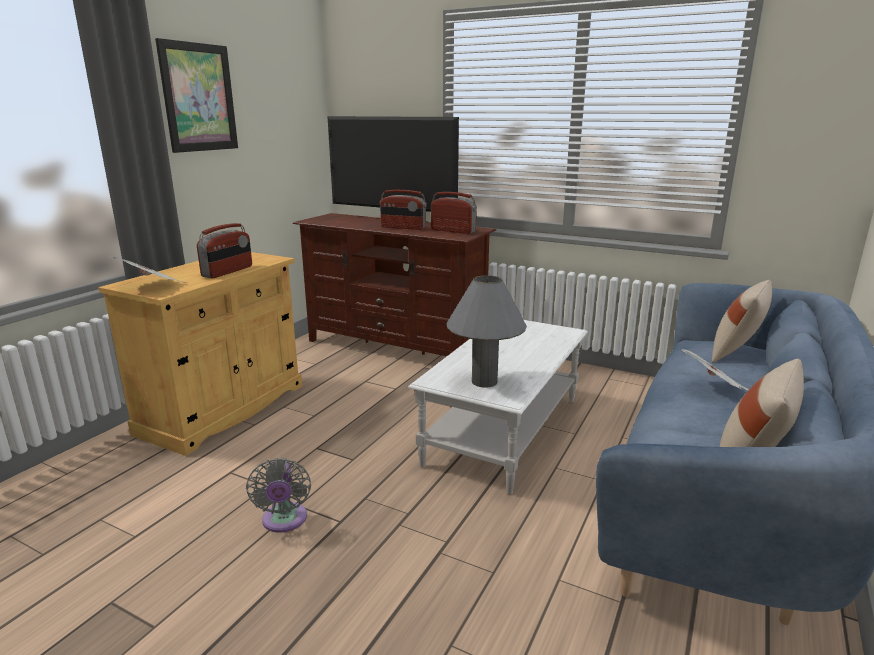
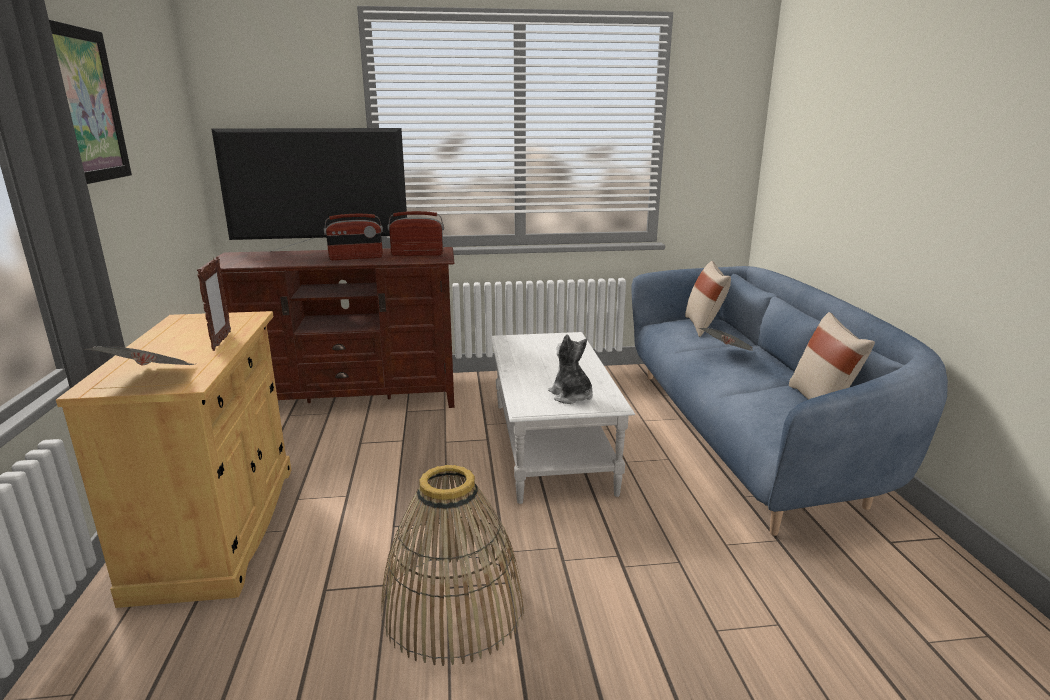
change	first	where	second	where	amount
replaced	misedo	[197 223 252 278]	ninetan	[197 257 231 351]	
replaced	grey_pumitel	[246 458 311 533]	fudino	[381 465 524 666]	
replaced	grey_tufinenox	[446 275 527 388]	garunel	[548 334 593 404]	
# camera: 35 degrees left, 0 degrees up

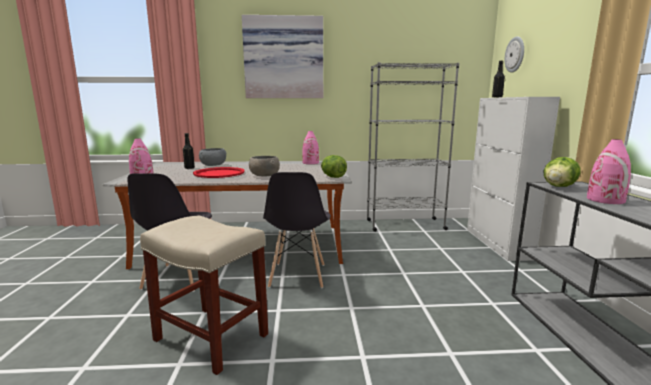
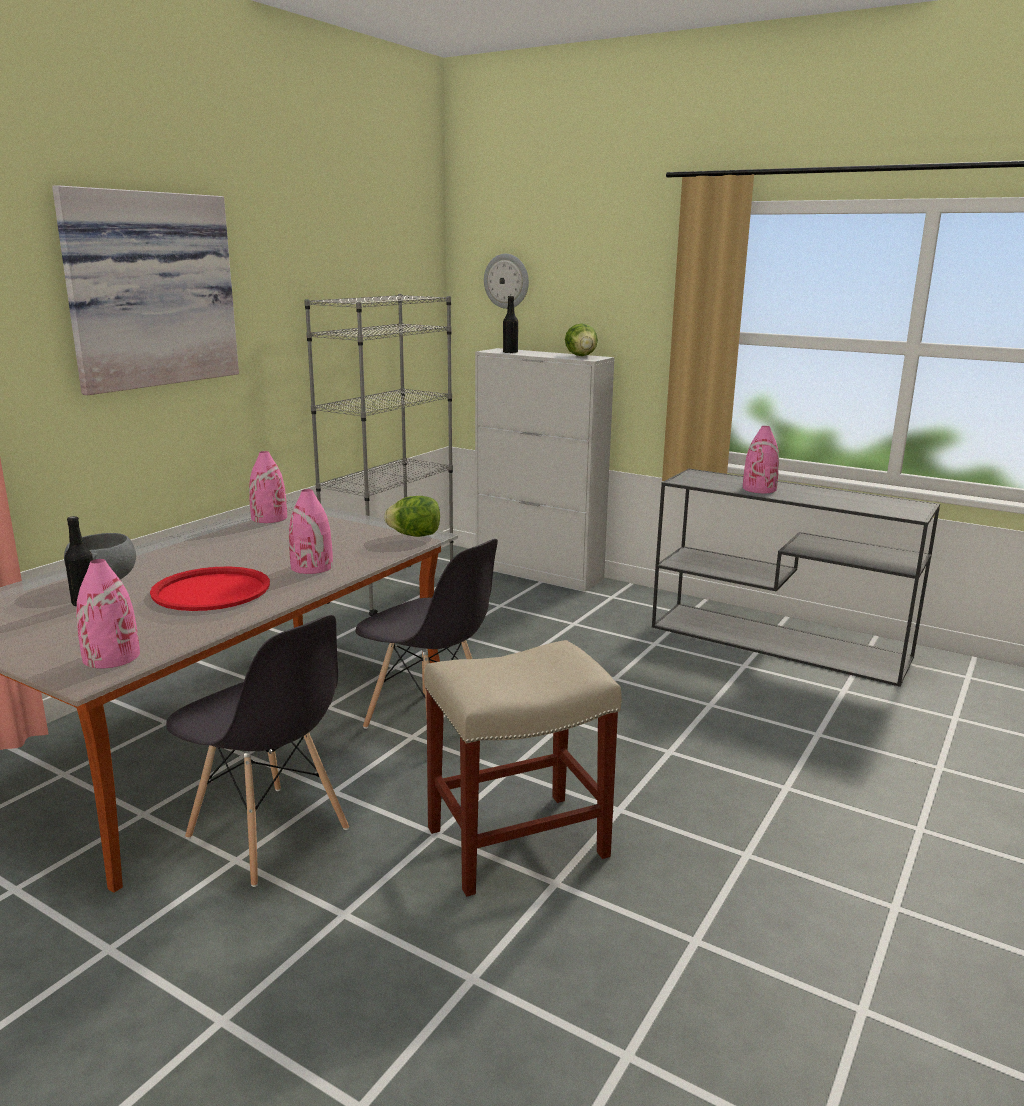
change	first	where	second	where	amount
replaced	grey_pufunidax	[249 156 280 177]	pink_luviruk	[289 489 333 574]	
moved	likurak	[544 157 581 187]		[565 323 598 356]	
# camera: 55 degrees left, 5 degrees up

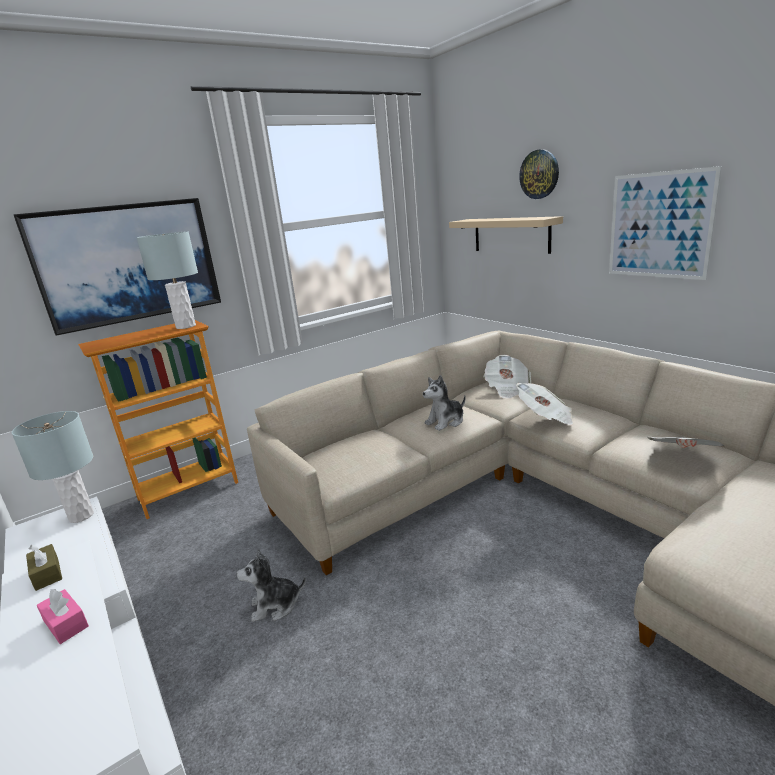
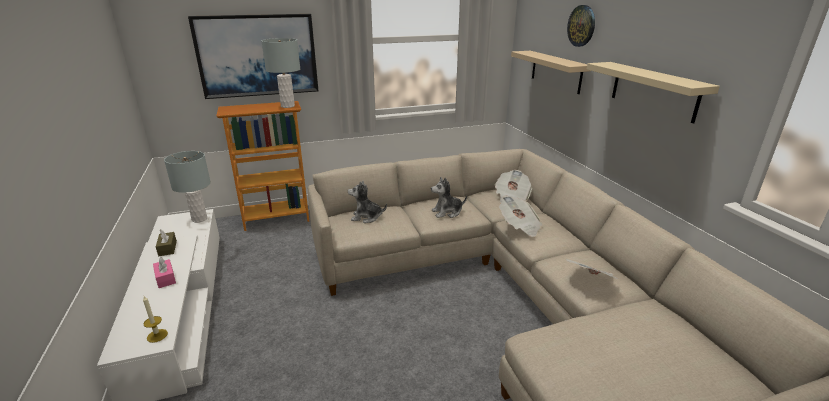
change	first	where	second	where	amount
added			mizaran	[143 296 168 343]	
moved	garunel	[237 548 306 622]		[348 181 387 223]	
replaced	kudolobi	[609 166 722 280]	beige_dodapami	[587 62 720 124]	
# camera: 15 degrees right, 5 degrees up

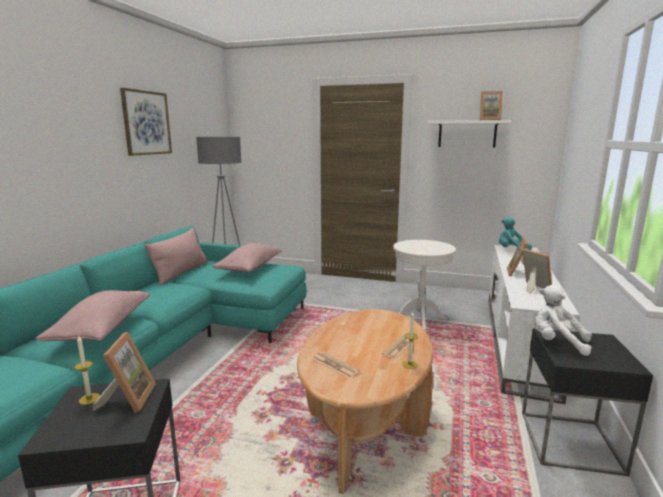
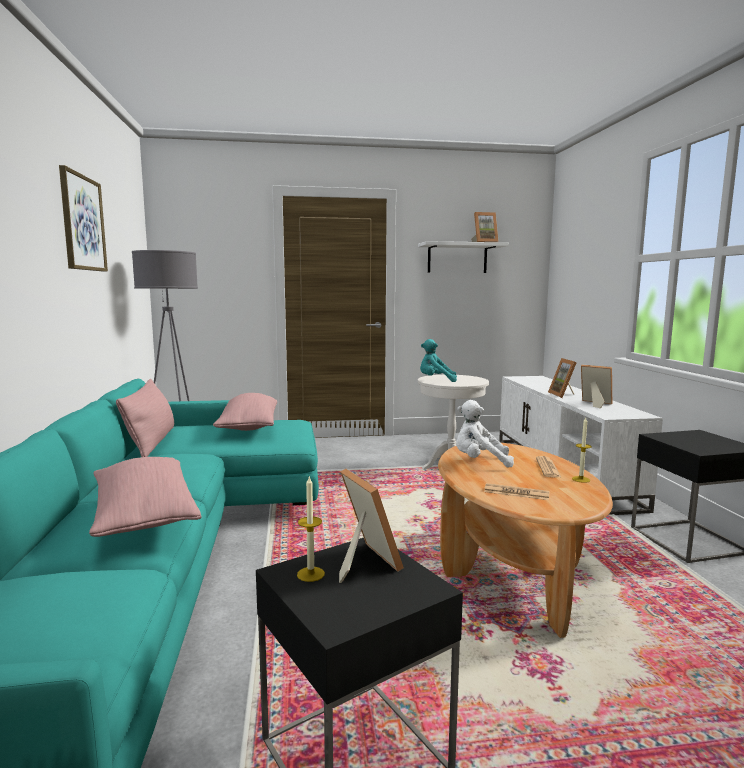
change	first	where	second	where	amount
moved	turquoise_garunel	[499 217 532 250]		[420 339 457 382]	
moved	white_garunel	[534 285 592 356]		[456 400 514 468]	
# camera: 25 degrees left, 5 degrees down

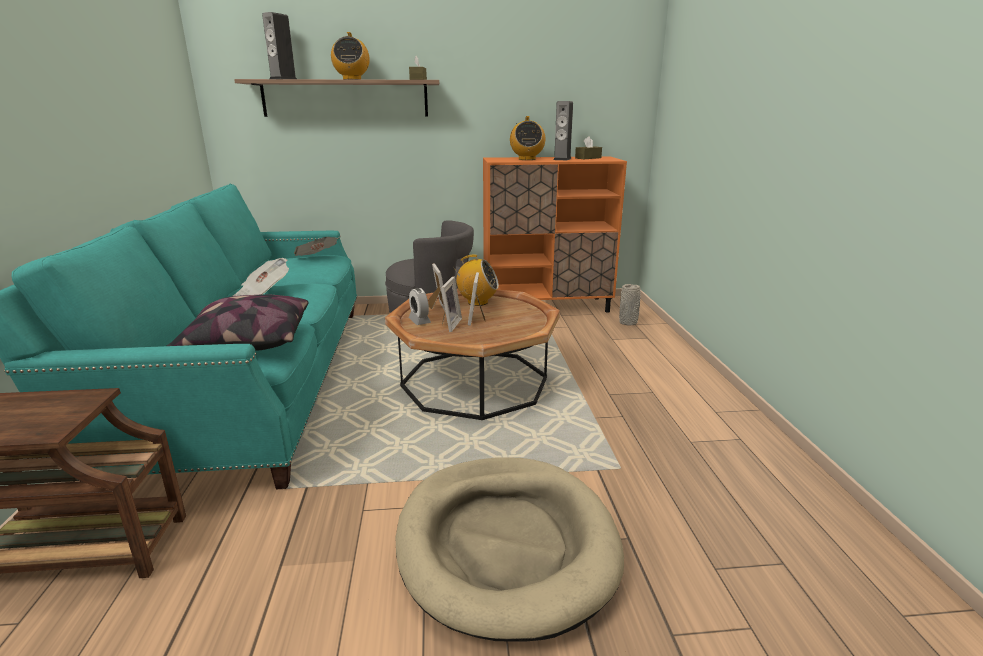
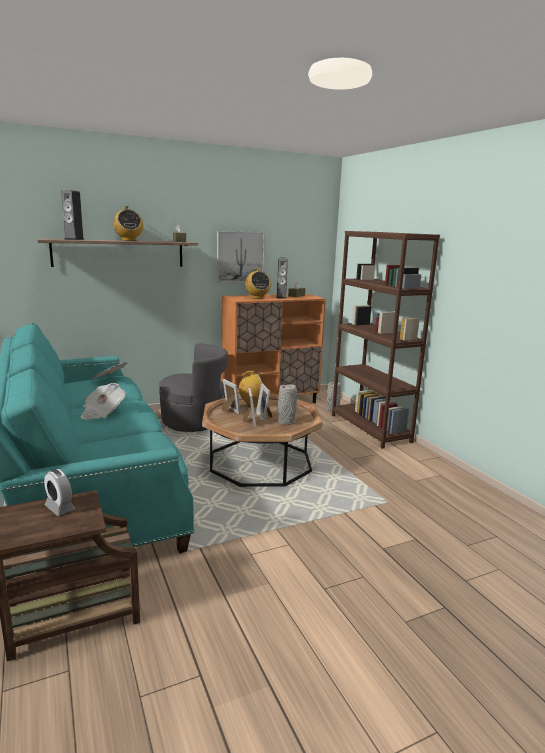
change	first	where	second	where	amount
moved	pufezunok	[408 288 431 325]		[44 469 75 516]	
added			kudolobi	[217 231 265 283]	
added			grey_luviruk	[278 384 297 425]	
added			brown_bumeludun	[332 231 440 449]	
removed	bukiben	[167 294 309 351]			
removed	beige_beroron	[395 457 624 642]			
# camera: 20 degrees left, 5 degrees down

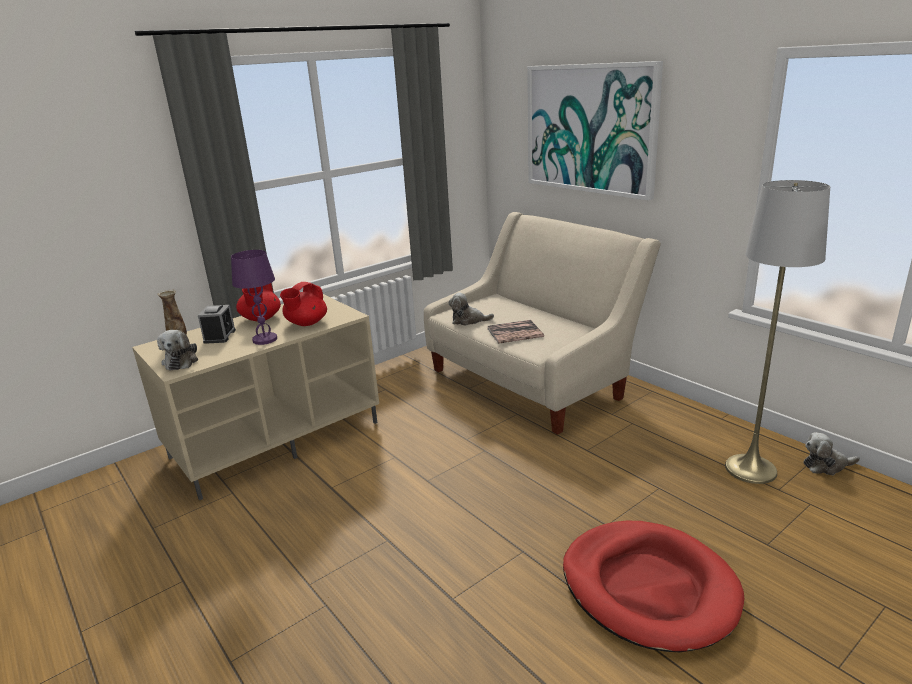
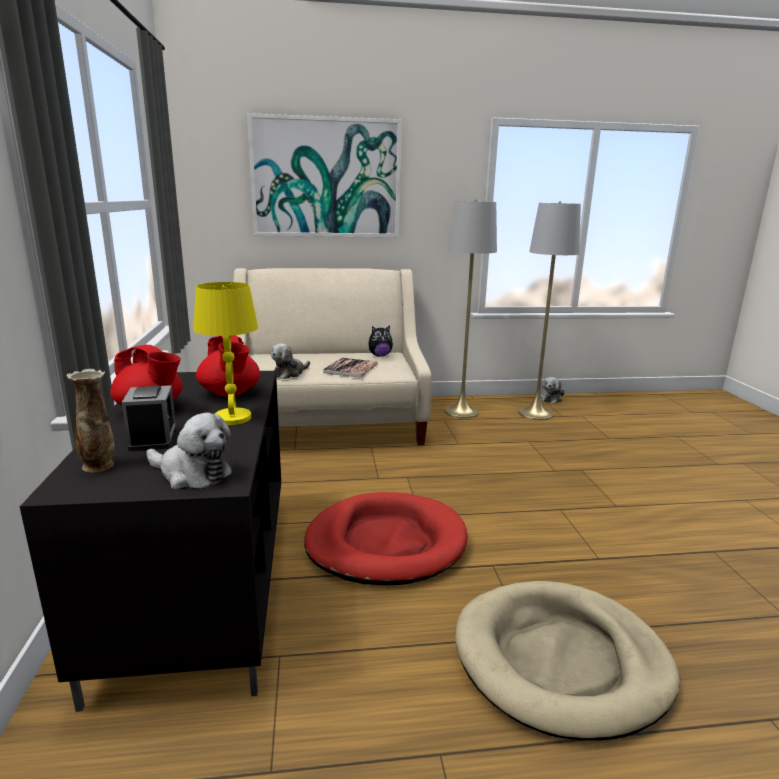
change	first	where	second	where	amount
recoloured	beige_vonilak	[132 294 379 500]	black_vonilak	[20 371 281 712]	
turned	pufezunok	[198 305 236 344]		[122 385 176 451]	45 degrees clockwise
recoloured	purple_tufinenox	[231 250 277 345]	yellow_tufinenox	[193 282 258 425]	
moved	red_beroron	[563 521 744 652]		[304 492 468 585]	
added			garunel	[368 326 393 357]	
added			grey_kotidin	[445 200 497 419]	
added			beige_beroron	[455 581 680 741]	
# camera: 60 degrees left, 5 degrees down

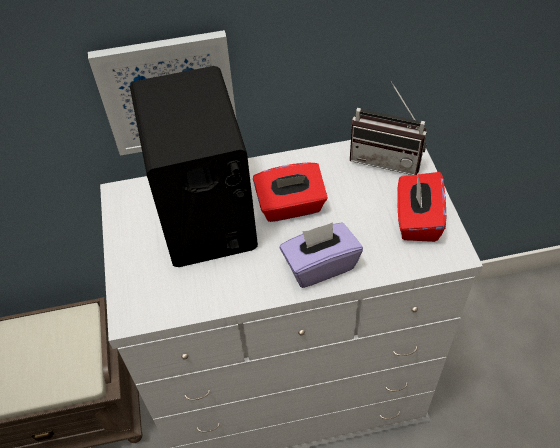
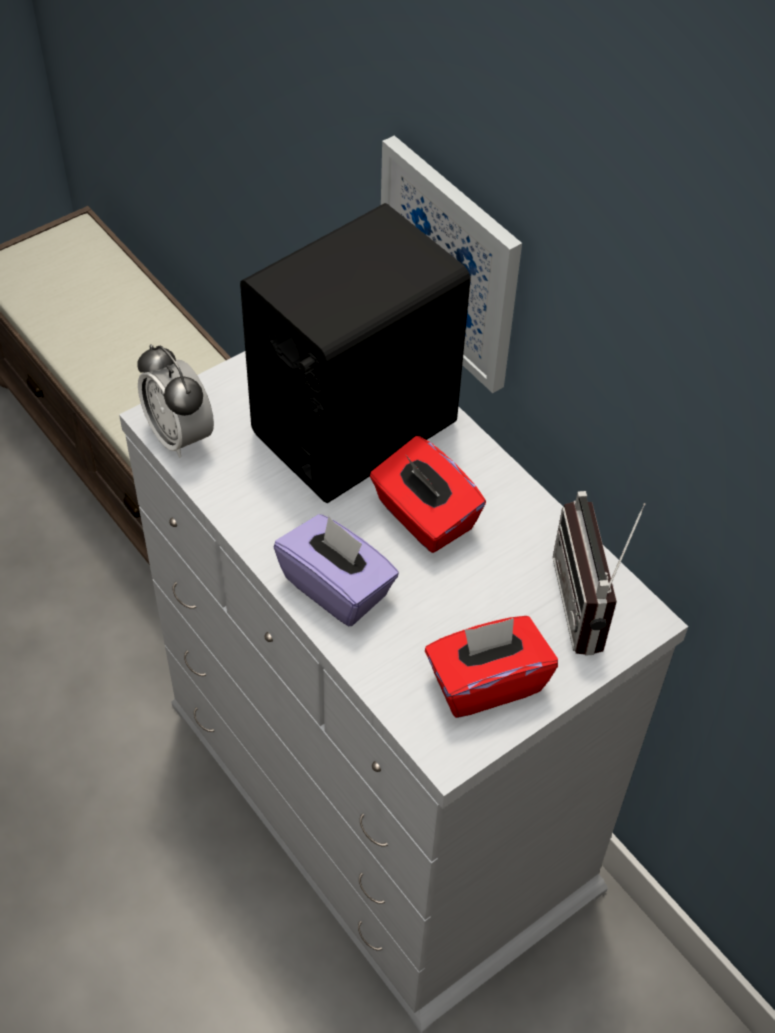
change	first	where	second	where	amount
added			pufezunok	[137 344 214 458]	
# camera: 60 degrees right, 0 degrees up

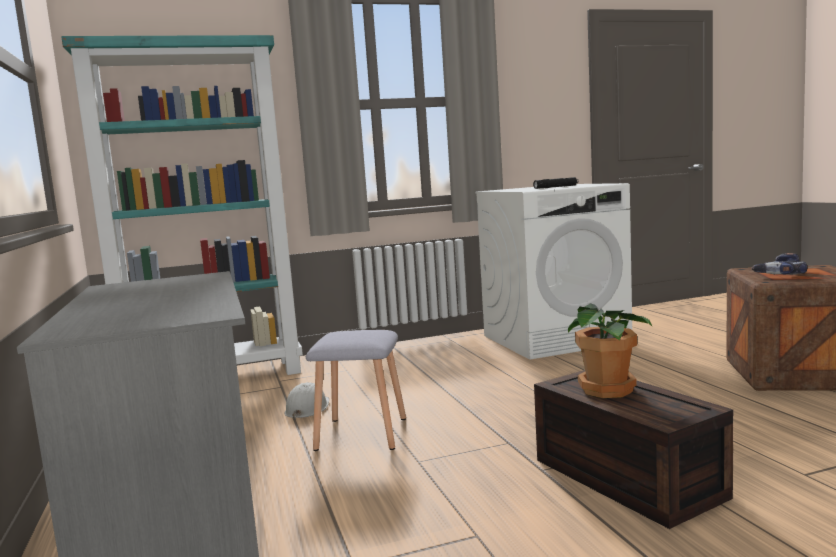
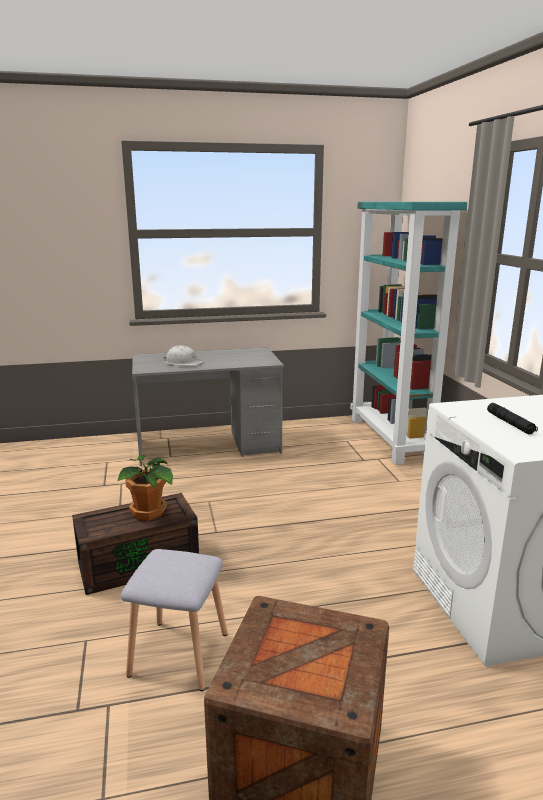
change	first	where	second	where	amount
moved	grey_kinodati	[306 330 406 451]		[121 549 228 691]	
moved	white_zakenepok	[285 382 329 420]		[163 346 203 366]	
removed	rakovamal	[752 253 807 274]			
# camera: 95 degrees right, 10 degrees up

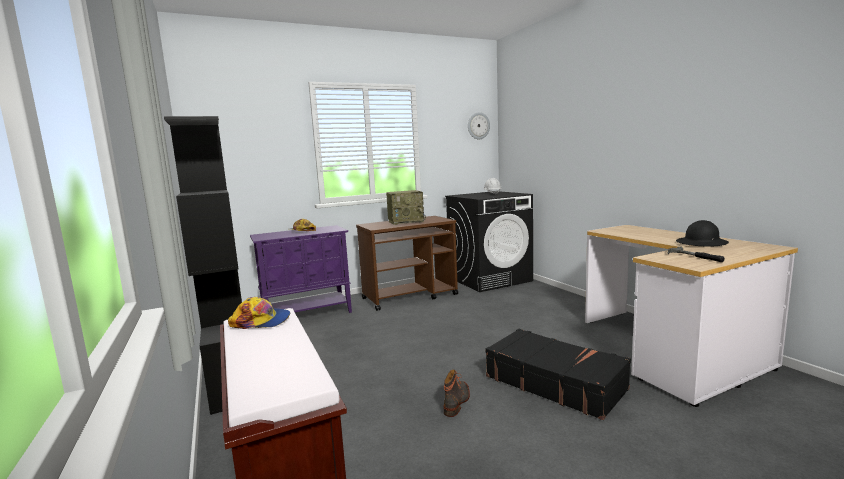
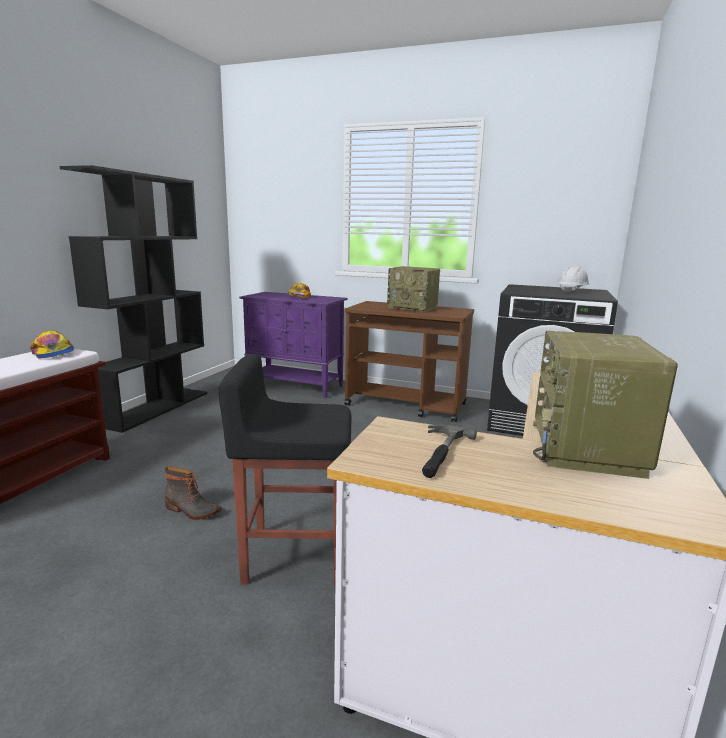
change	first	where	second	where	amount
turned	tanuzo	[444 369 470 417]		[165 467 222 520]	45 degrees clockwise
replaced	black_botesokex	[485 329 631 420]	black_kinodati	[218 354 352 586]	
replaced	black_zakenepok	[676 220 729 247]	misedo	[533 331 678 479]	
removed	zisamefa	[468 112 490 139]			
# camera: 45 degrees right, 5 degrees up

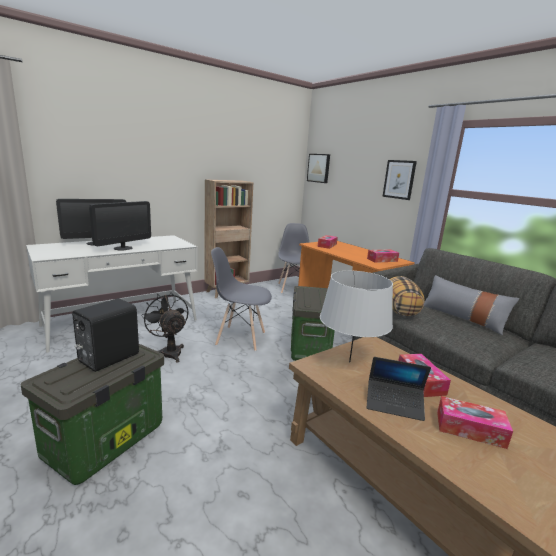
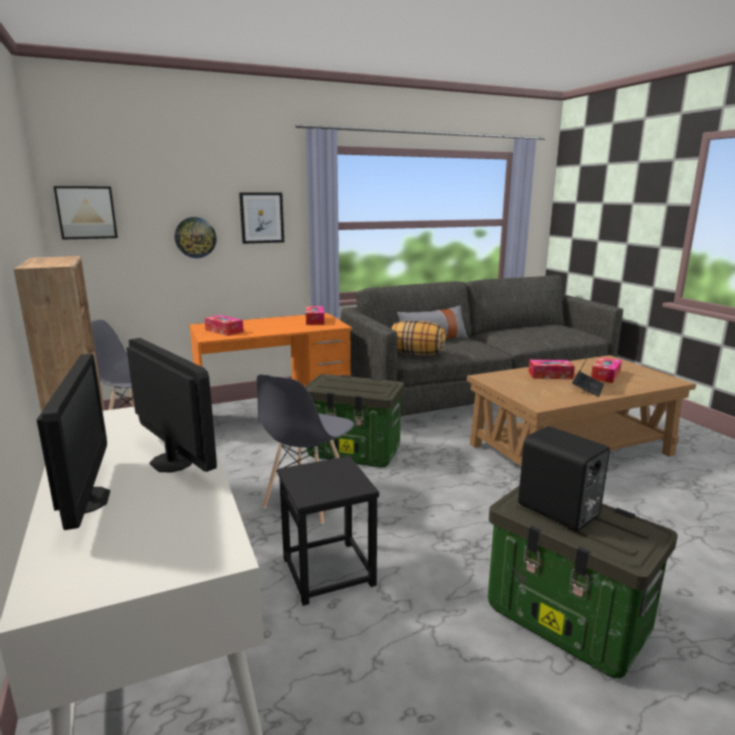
change	first	where	second	where	amount
added			zisamefa	[175 217 217 258]	
replaced	black_pumitel	[141 293 188 363]	black_kinodati	[277 456 379 606]	
removed	grey_tufinenox	[320 271 393 363]			
# camera: 75 degrees left, 0 degrees up

